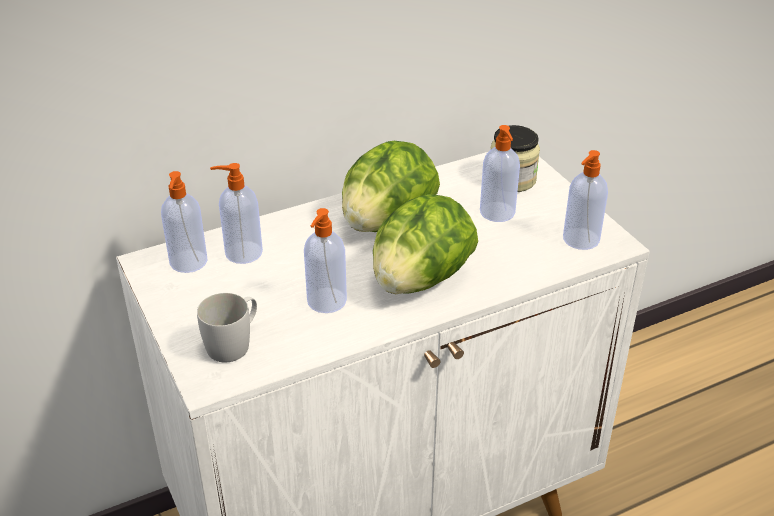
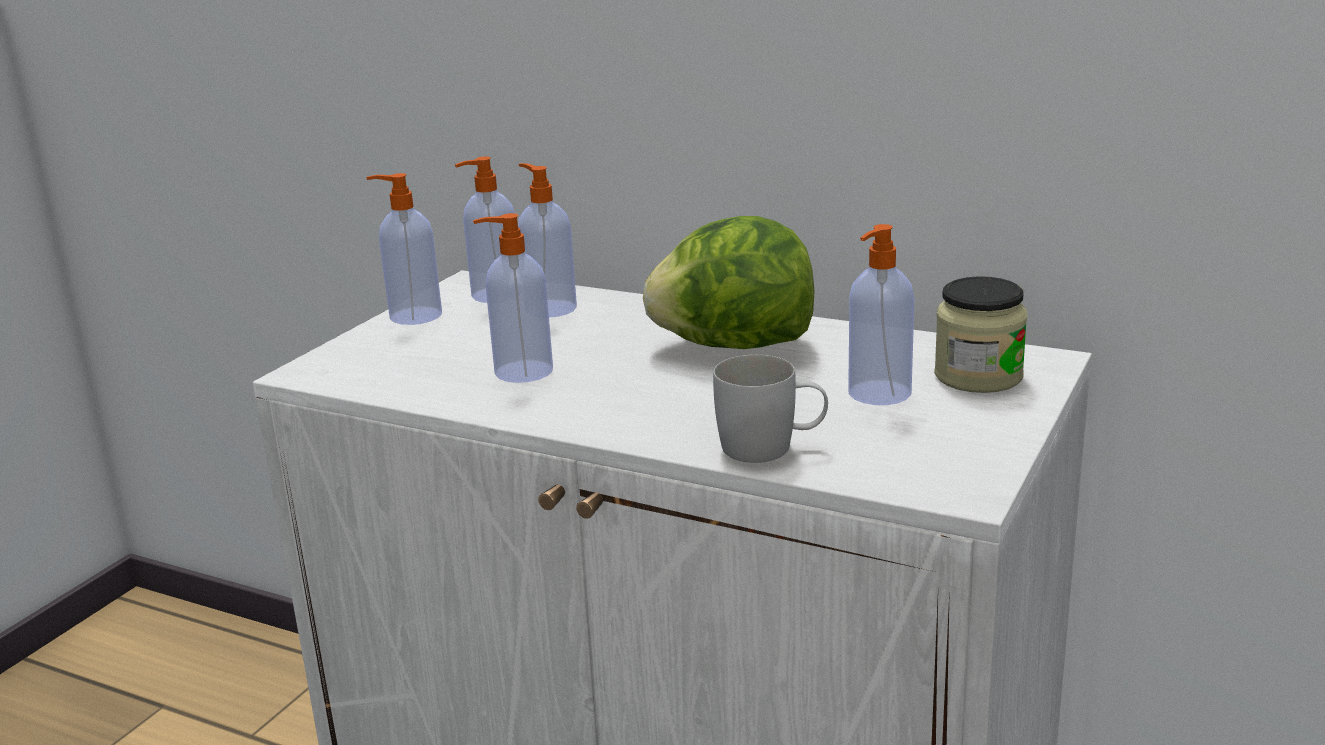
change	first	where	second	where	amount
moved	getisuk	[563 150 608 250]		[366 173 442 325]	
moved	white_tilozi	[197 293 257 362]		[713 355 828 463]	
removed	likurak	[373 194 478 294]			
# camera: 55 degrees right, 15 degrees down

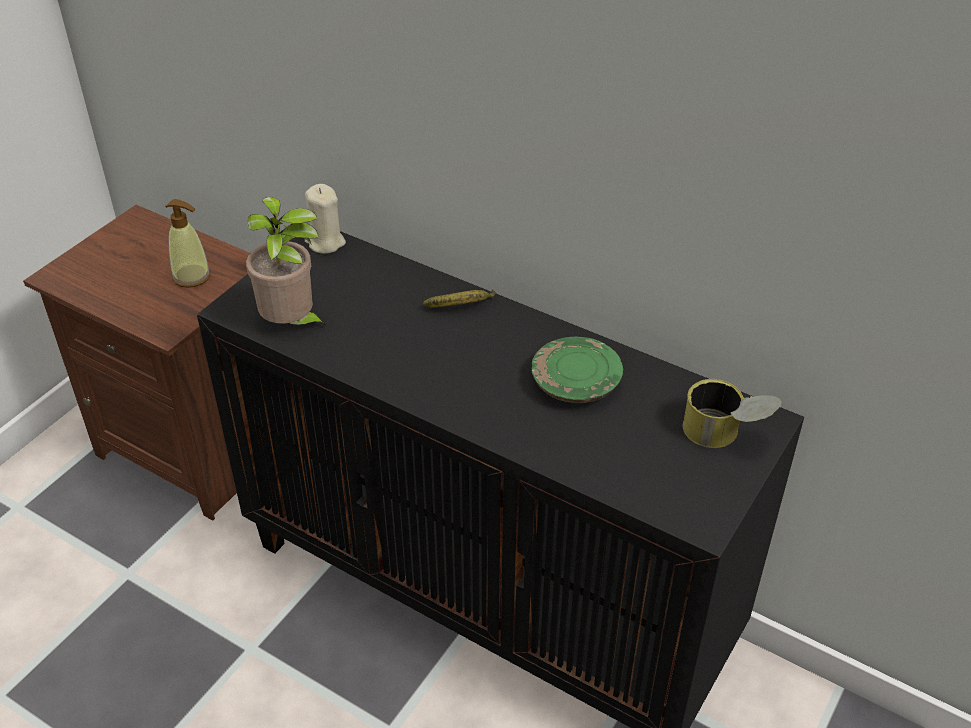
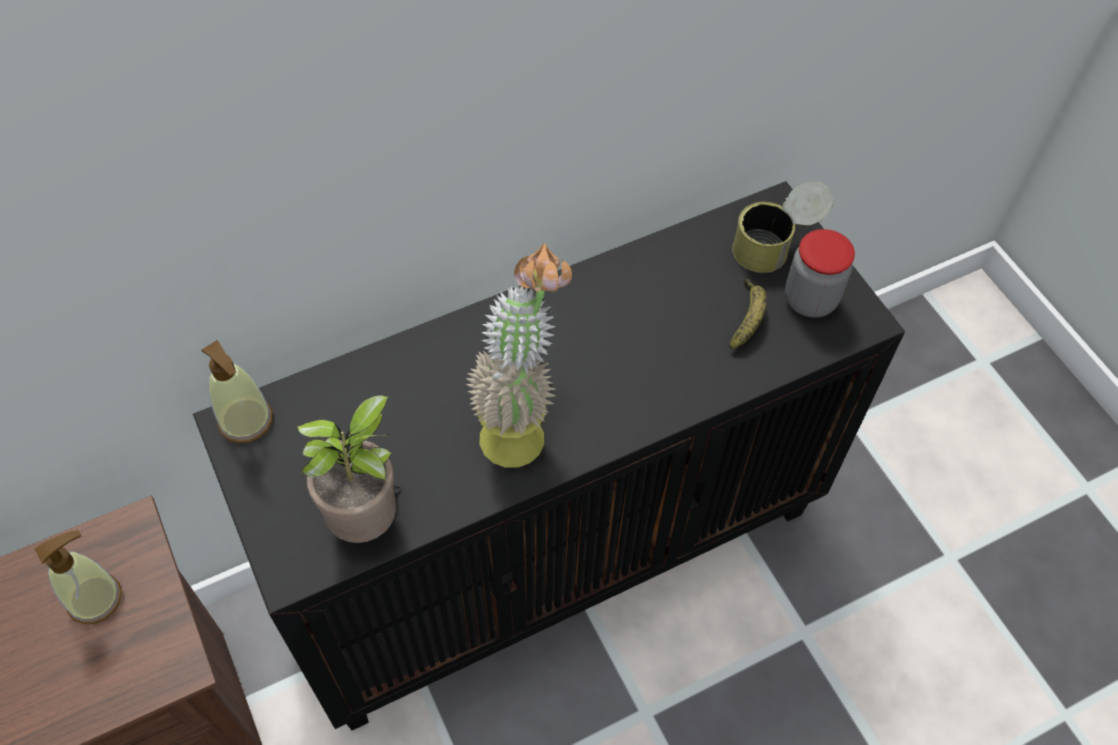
change	first	where	second	where	amount
replaced	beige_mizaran	[305 184 346 254]	getisuk	[201 340 273 444]	
added			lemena	[465 243 572 468]	
moved	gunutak	[423 289 496 308]		[729 279 766 349]	
added			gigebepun	[785 229 855 318]	
removed	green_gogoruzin	[532 337 623 403]			
# camera: 60 degrees left, 15 degrees up

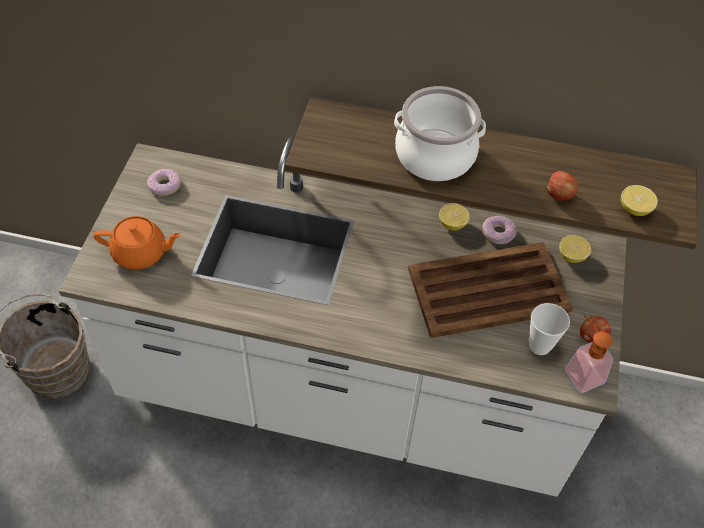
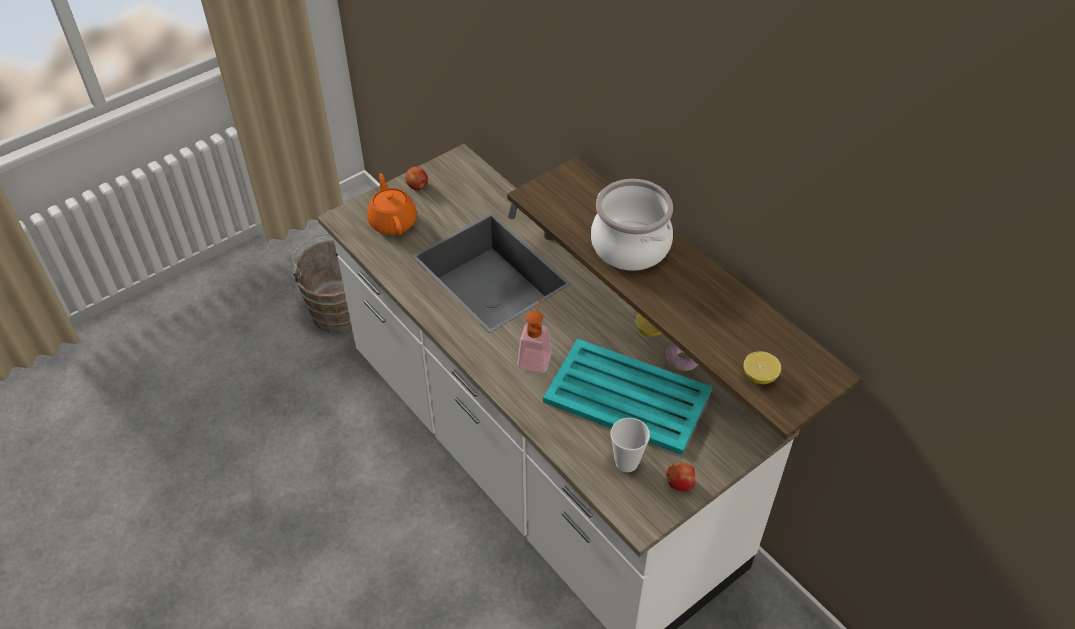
change	first	where	second	where	amount
turned	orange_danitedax	[93 216 182 270]		[367 173 417 235]	150 degrees counterclockwise
moved	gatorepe	[547 171 577 201]		[405 166 428 190]	
moved	getisuk	[565 315 613 393]		[518 297 552 373]	
recoloured	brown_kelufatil	[408 242 573 338]	turquoise_kelufatil	[543 339 712 455]	
removed	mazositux	[147 169 181 196]			
removed	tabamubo	[559 235 591 263]			
# camera: 40 degrees right, 5 degrees down

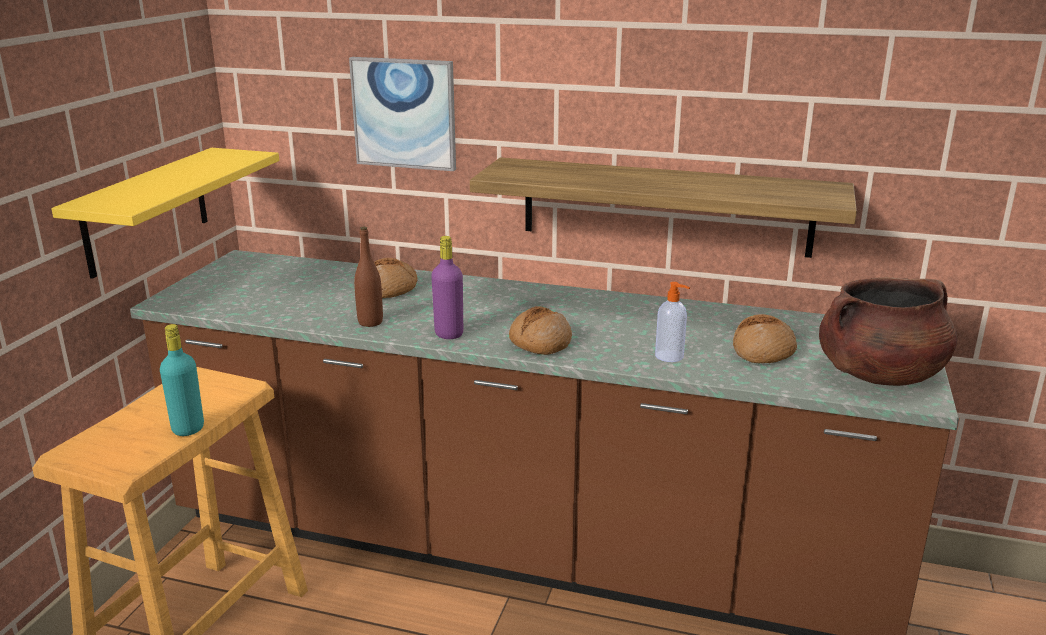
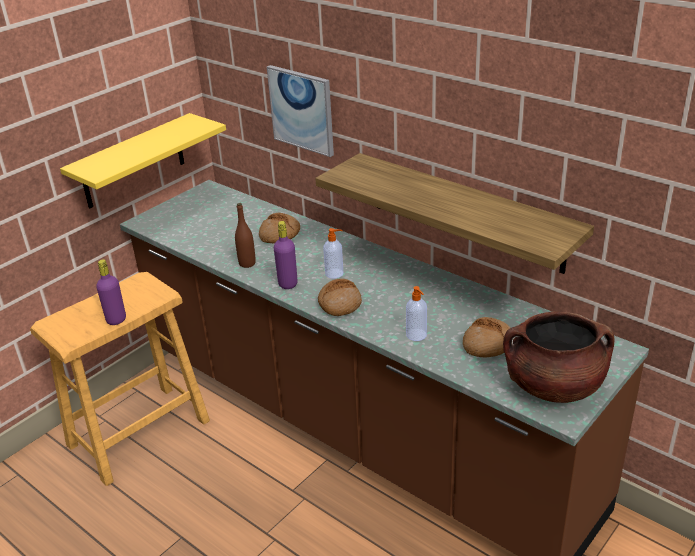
change	first	where	second	where	amount
recoloured	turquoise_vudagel	[160 324 204 436]	purple_vudagel	[96 260 126 325]	
added			getisuk	[323 228 343 279]	
# camera: 25 degrees right, 10 degrees up

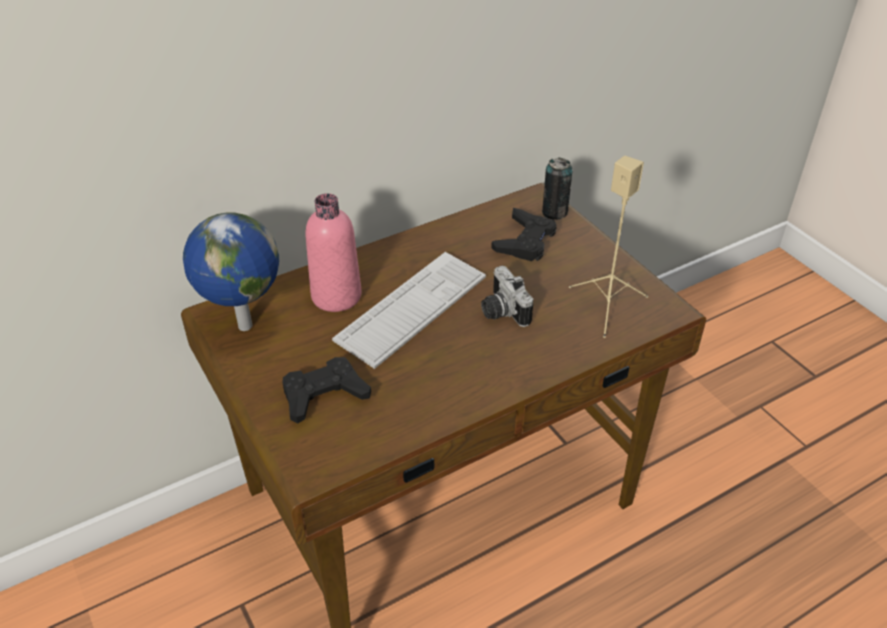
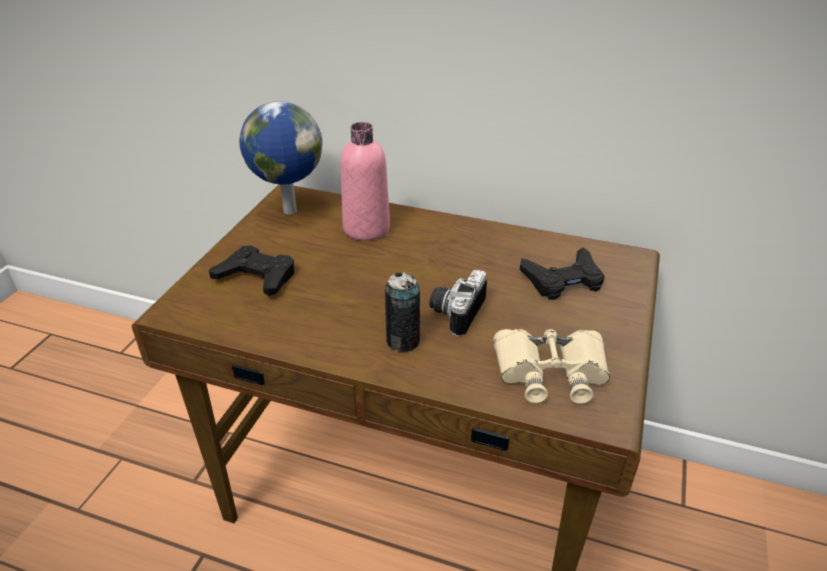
change	first	where	second	where	amount
moved	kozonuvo	[542 157 573 220]		[385 272 420 352]	
replaced	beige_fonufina	[569 156 648 338]	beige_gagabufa	[493 329 610 404]	
removed	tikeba	[332 252 486 369]			
# camera: 50 degrees right, 5 degrees down

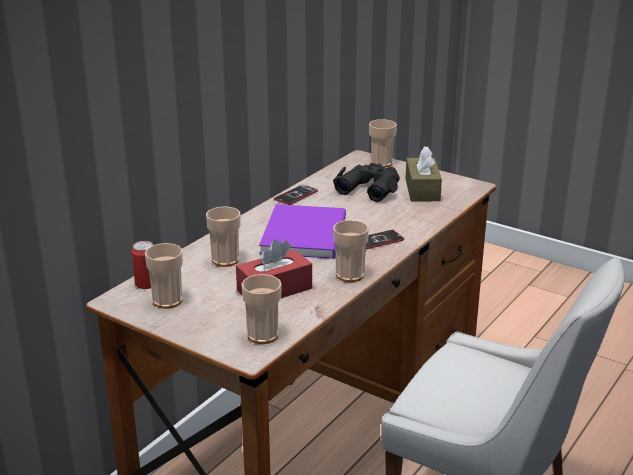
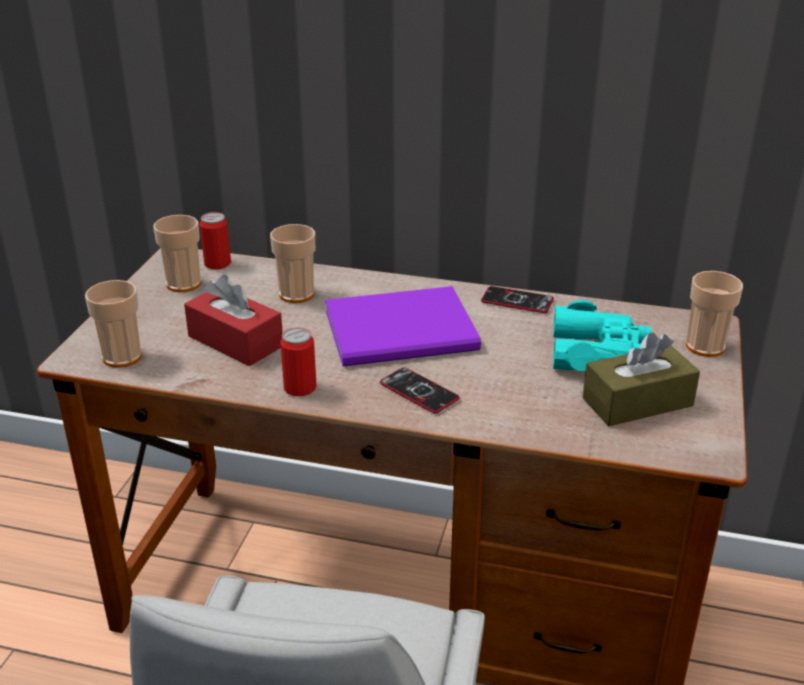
change	first	where	second	where	amount
replaced	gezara	[333 220 369 282]	kozonuvo	[280 327 317 396]	
recoloured	black_gagabufa	[333 163 400 202]	turquoise_gagabufa	[553 300 651 371]	
# camera: 70 degrees right, 5 degrees up

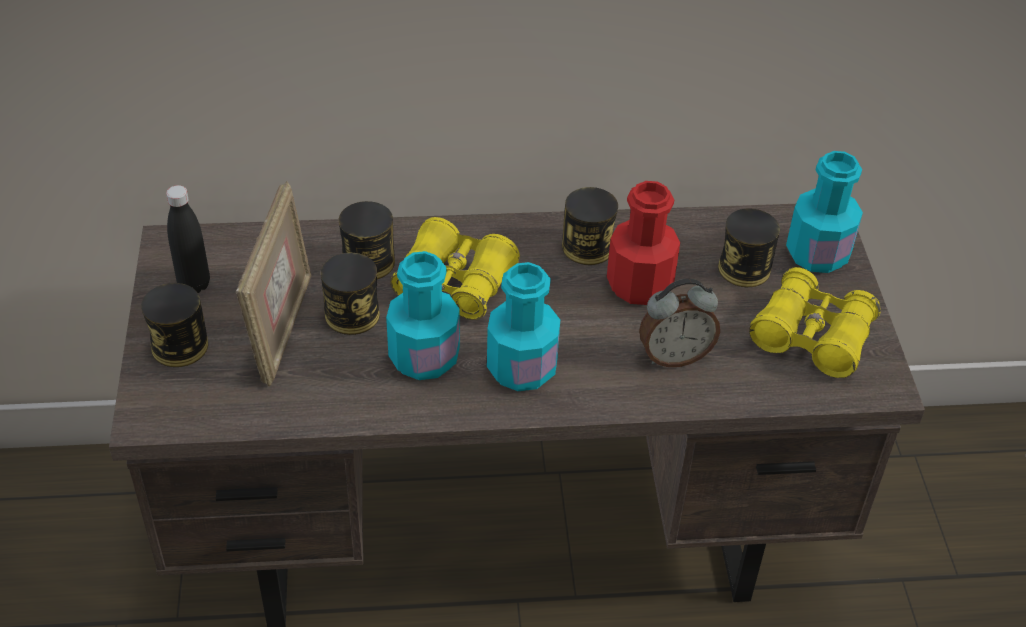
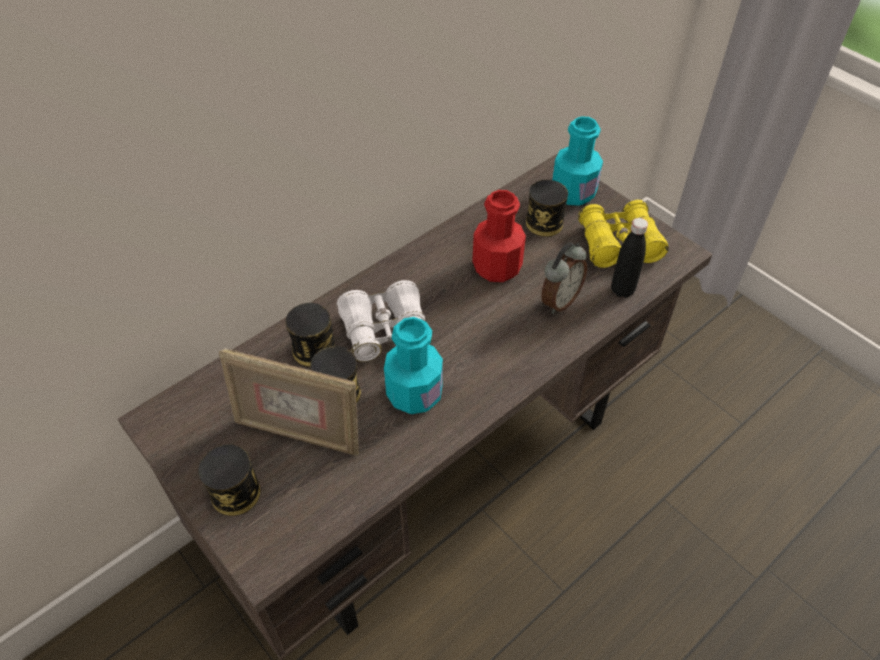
change	first	where	second	where	amount
turned	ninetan	[235 181 311 387]		[219 348 359 456]	135 degrees clockwise
recoloured	yellow_gagabufa	[390 217 520 320]	white_gagabufa	[337 280 432 362]	
moved	black_vudagel	[166 185 210 293]		[611 218 648 298]	
removed	turquoise_vudagel	[487 262 560 391]			
removed	kozonuvo	[562 187 618 265]			
# camera: 35 degrees left, 5 degrees up

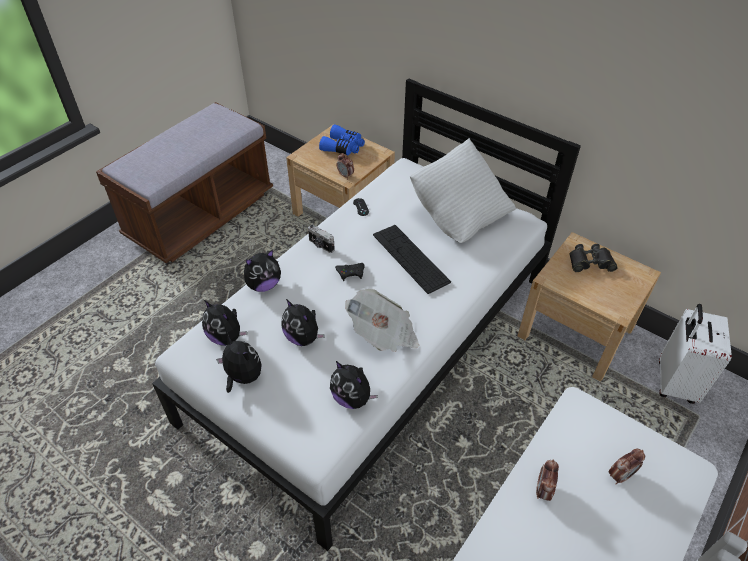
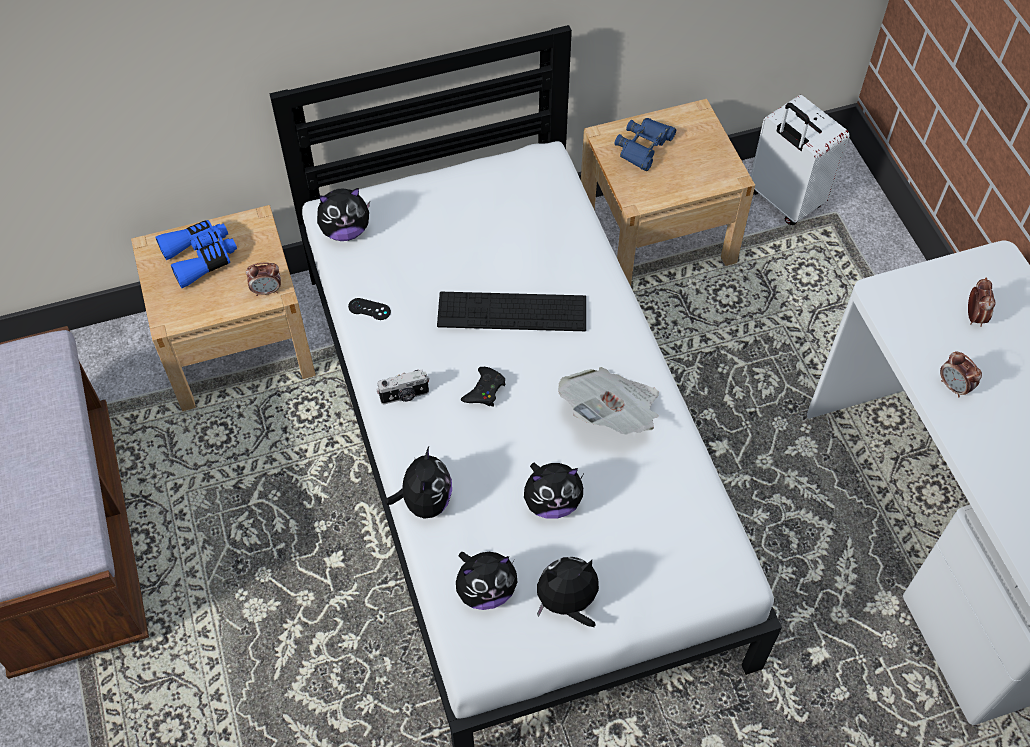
change	first	where	second	where	amount
moved	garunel	[330 361 378 409]		[317 188 370 241]	
recoloured	black_gagabufa	[569 244 618 272]	blue_gagabufa	[614 118 676 171]	
removed	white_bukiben	[410 138 516 243]			
# camera: 55 degrees left, 10 degrees up

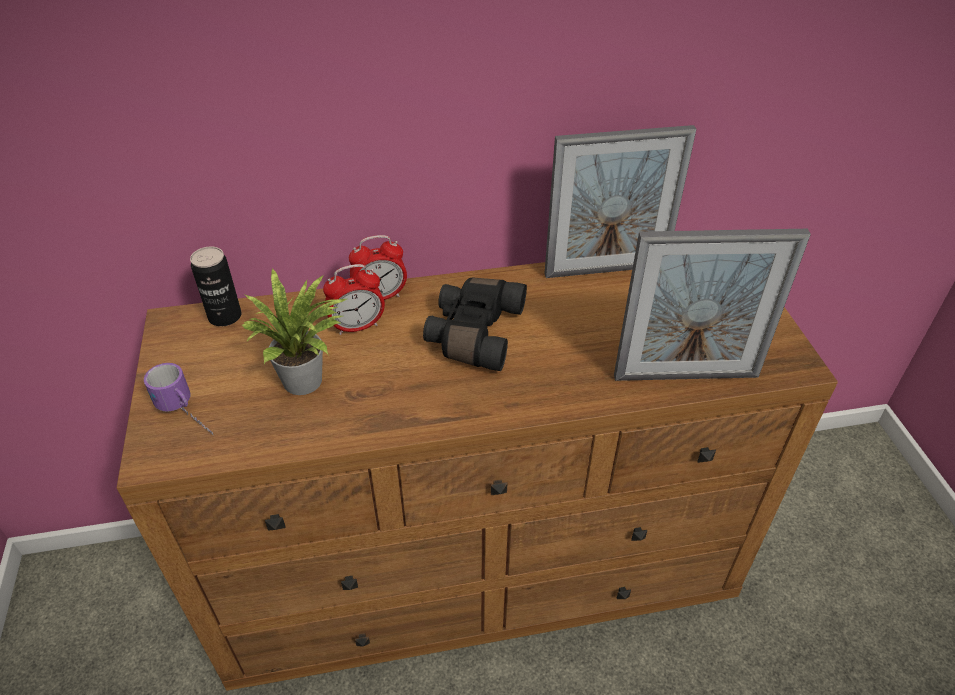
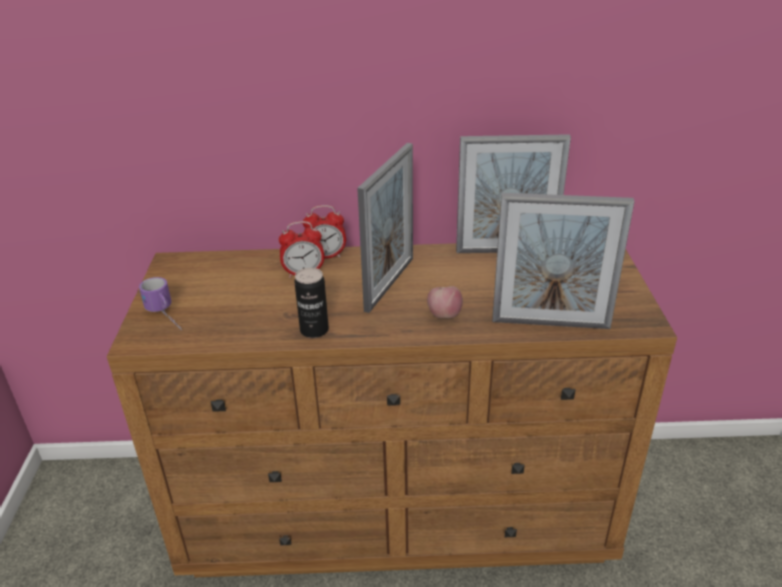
change	first	where	second	where	amount
moved	kozonuvo	[190 247 242 326]		[294 268 329 338]	
replaced	black_gagabufa	[423 277 527 371]	ninetan	[357 143 413 313]	
added			gatorepe	[427 286 463 318]	
removed	lemena	[242 268 348 395]			
# camera: 10 degrees right, 10 degrees down

